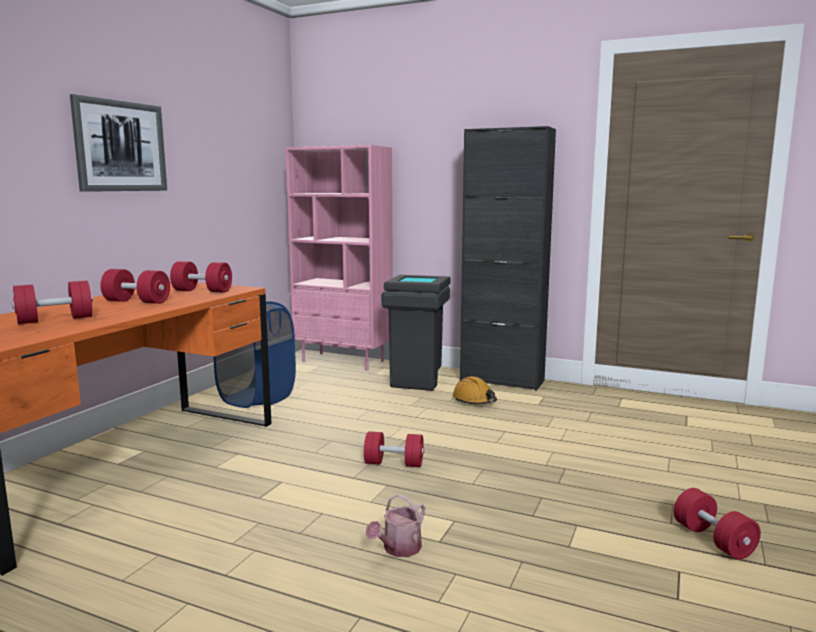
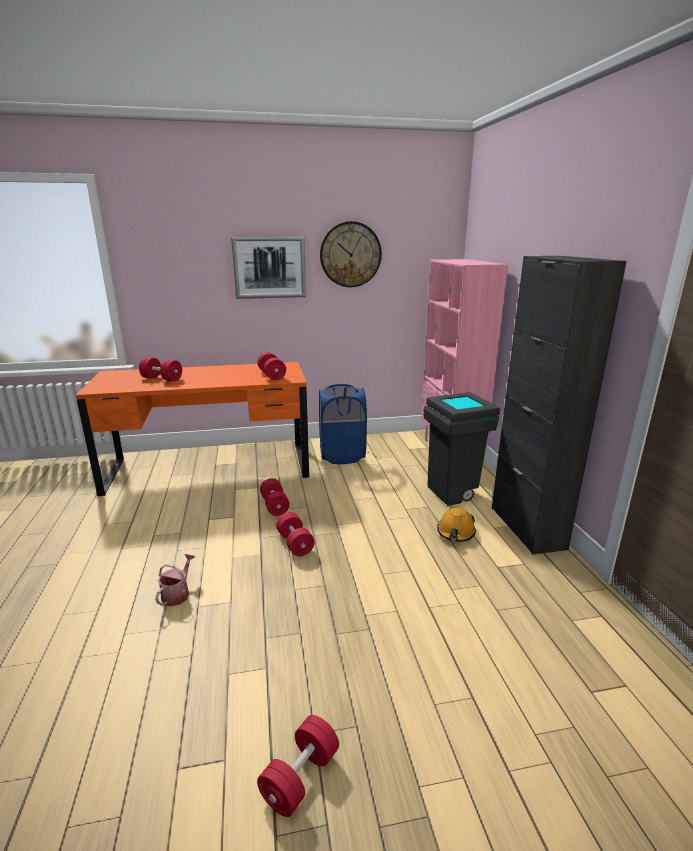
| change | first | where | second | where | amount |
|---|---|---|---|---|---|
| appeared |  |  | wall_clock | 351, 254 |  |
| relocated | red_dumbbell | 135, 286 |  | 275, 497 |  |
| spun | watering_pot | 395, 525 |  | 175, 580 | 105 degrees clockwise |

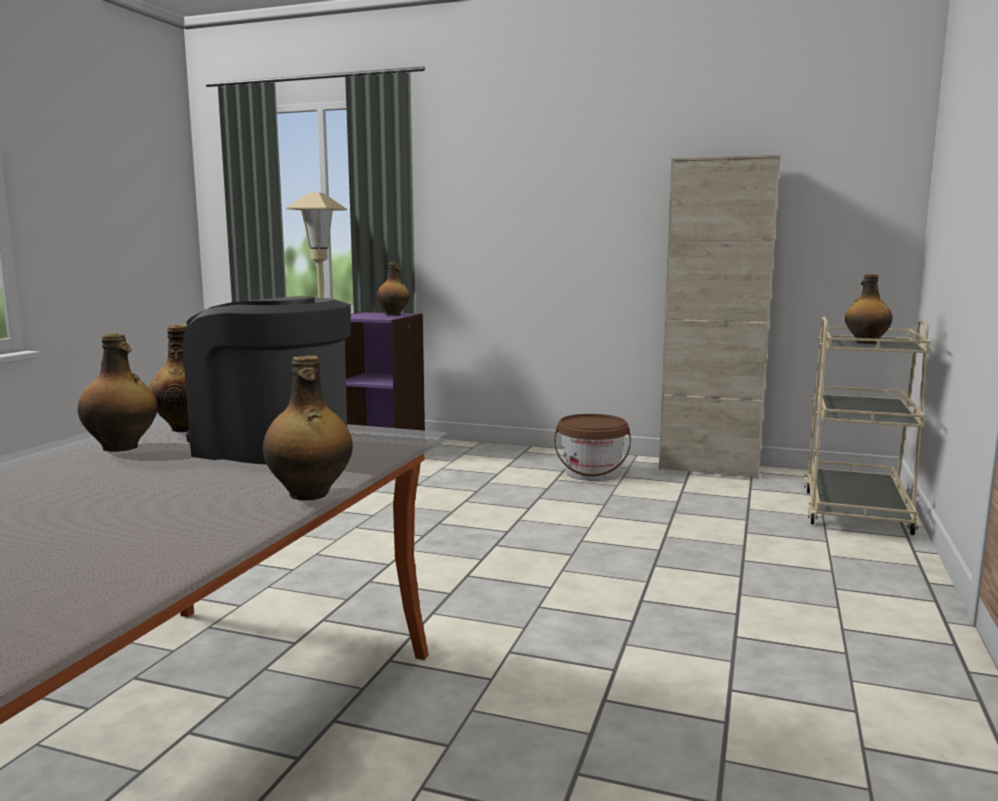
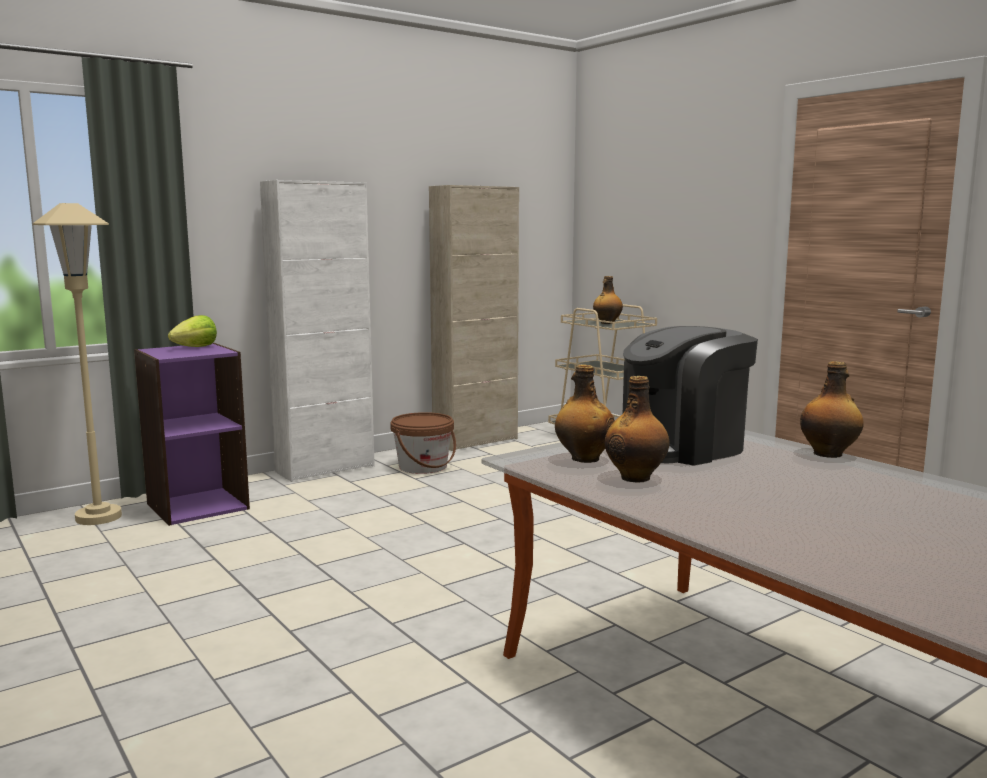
| change | first | where | second | where | amount |
|---|---|---|---|---|---|
| appeared |  |  | white_cupboard | 317, 331 |  |
| exchanged | bottle | 393, 288 | lettuce_head | 192, 331 |  |

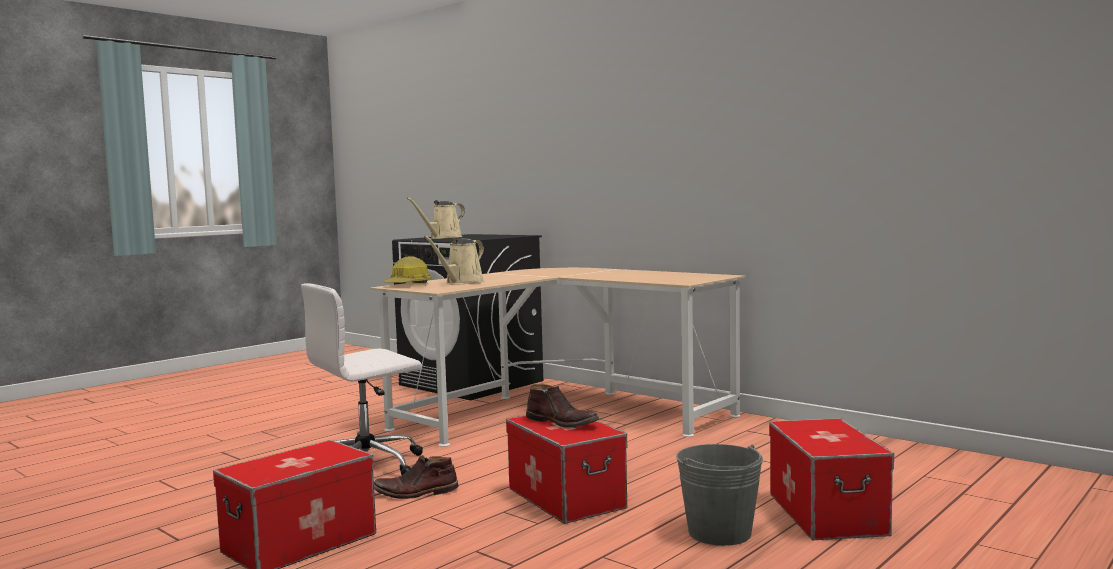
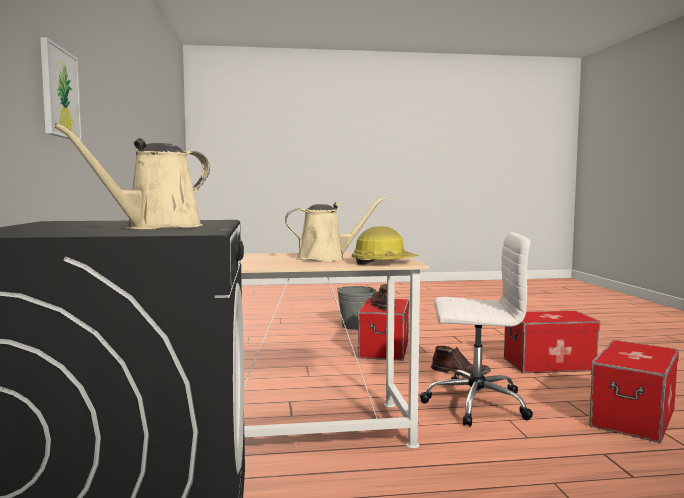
| change | first | where | second | where | amount |
|---|---|---|---|---|---|
| appeared |  |  | wall_art | 61, 89 |  |
| relocated | storage_bin | 831, 479 |  | 634, 391 |  |
| spun | beige_watering_pot | 436, 218 |  | 132, 176 | 135 degrees clockwise |

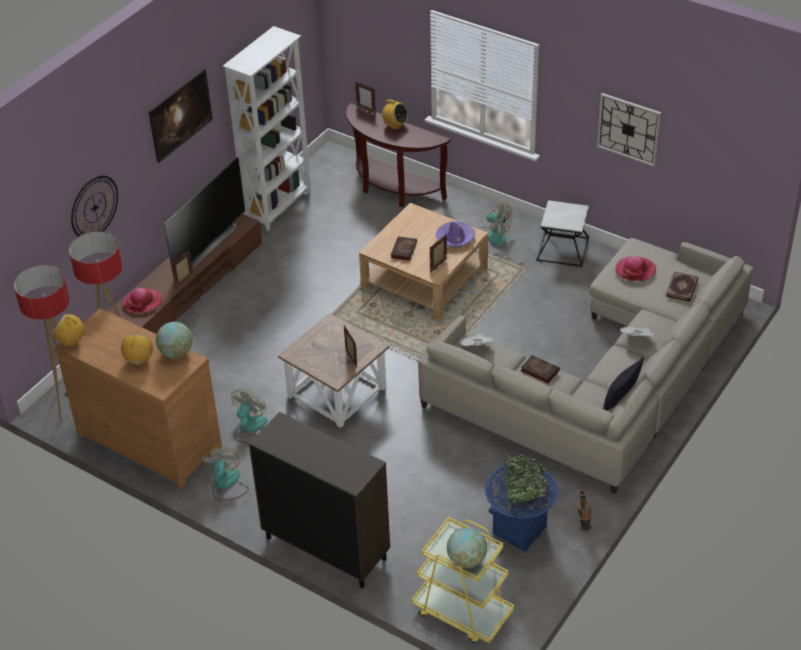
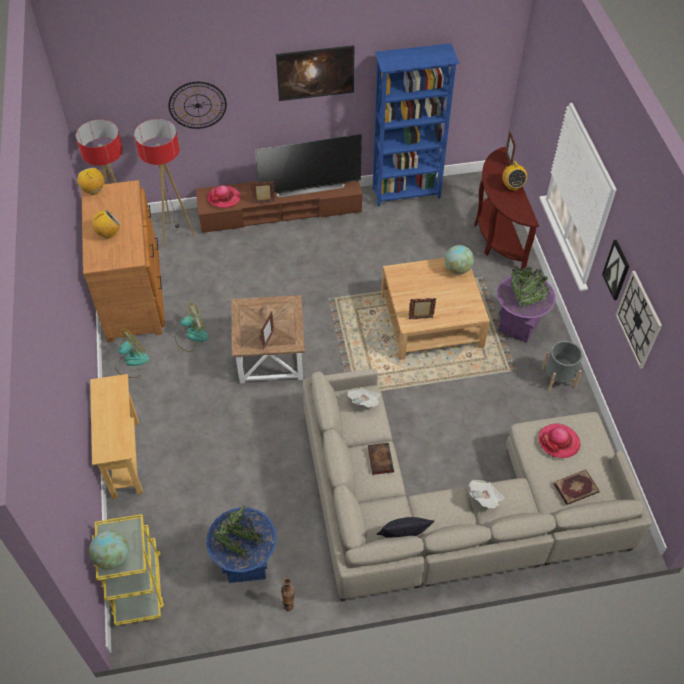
| change | first | where | second | where | amount |
|---|---|---|---|---|---|
| missing | bound_book | 404, 248 |  |  |  |
| missing | purplish_clothing_hat | 455, 234 |  |  |  |
| appeared |  |  | wall_art | 615, 270 |  |
| relocated | world_globe | 174, 340 |  | 459, 259 |  |
| exchanged | brownish_cupboard | 319, 500 | beige_hall_table | 116, 436 |  |
| exchanged | electric_fan | 497, 224 | purplish_plant_pot | 526, 305 |  |
| exchanged | side_table | 562, 233 | grey_plant_pot | 562, 365 |  |
| colour | white_bookshelf | 267, 128 | bluish_bookshelf | 416, 125 |  |

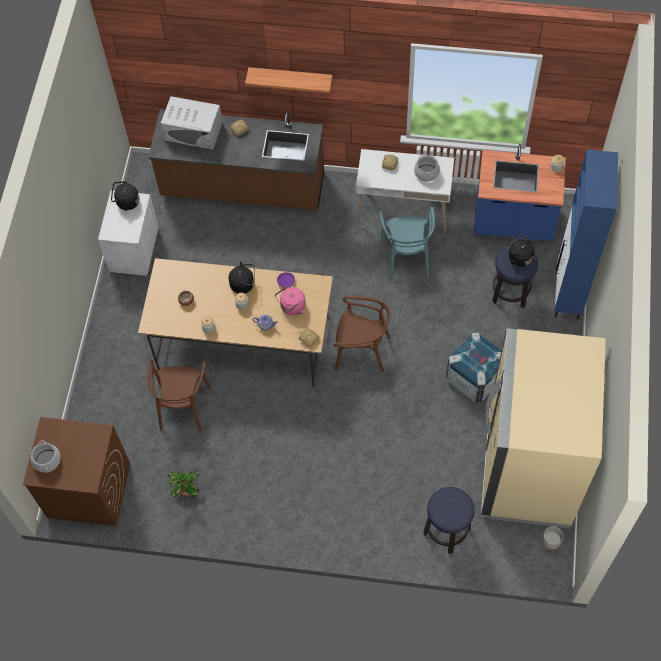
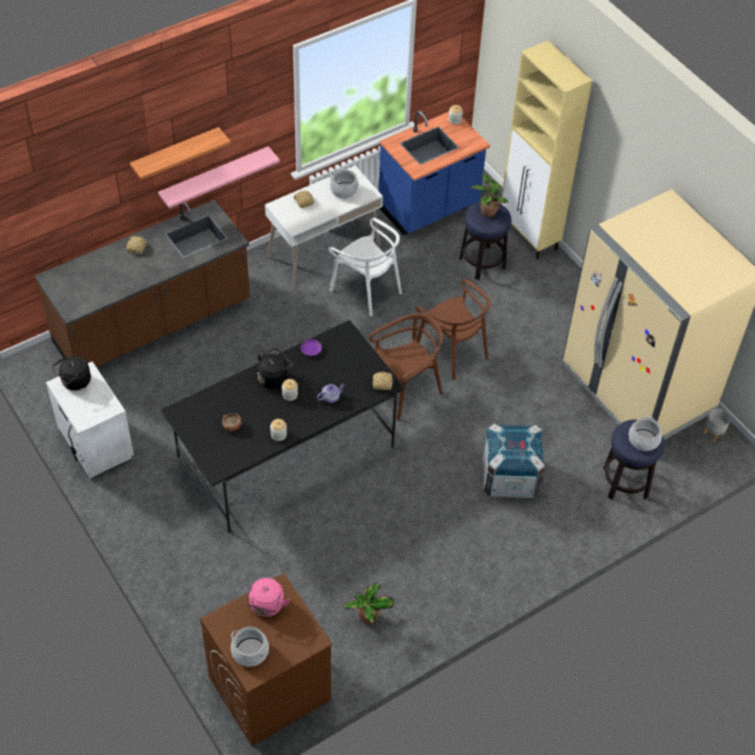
| change | first | where | second | where | amount |
|---|---|---|---|---|---|
| missing | white_microwave_oven | 192, 122 |  |  |  |
| appeared |  |  | pink_shelf | 219, 177 |  |
| appeared |  |  | cooking_pot | 645, 433 |  |
| relocated | brownish_plain_chair | 179, 395 |  | 453, 329 |  |
| relocated | pink_kettle | 290, 301 |  | 267, 597 |  |
| relocated | crate | 474, 367 |  | 514, 461 |  |
| exchanged | black_kettle | 520, 250 | houseplant | 489, 195 |  |
| colour | beige_kitchen_table | 235, 322 | black_kitchen_table | 283, 426 |  |
| colour | turquoise_plain_chair | 407, 243 | white_plain_chair | 365, 267 |  |
| colour | bluish_cupboard | 586, 234 | beige_cupboard | 546, 149 |  |

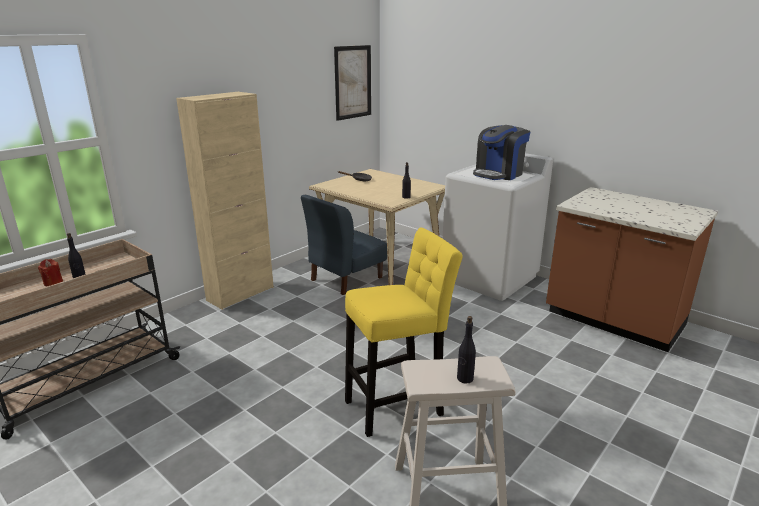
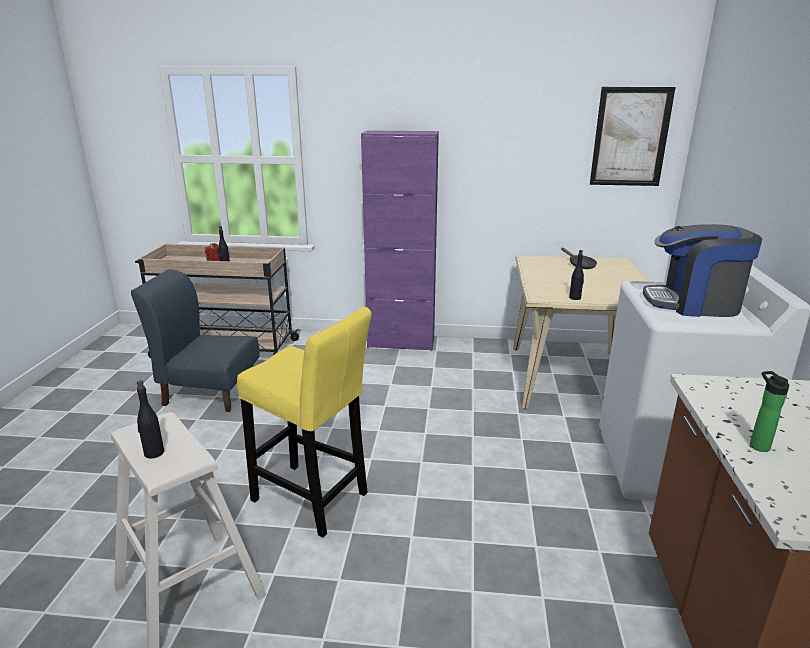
| change | first | where | second | where | amount |
|---|---|---|---|---|---|
| appeared |  |  | bottle | 769, 411 |  |
| relocated | bluish_plain_chair | 344, 245 |  | 195, 340 |  |
| colour | beige_cupboard | 225, 201 | purplish_cupboard | 400, 240 |  |

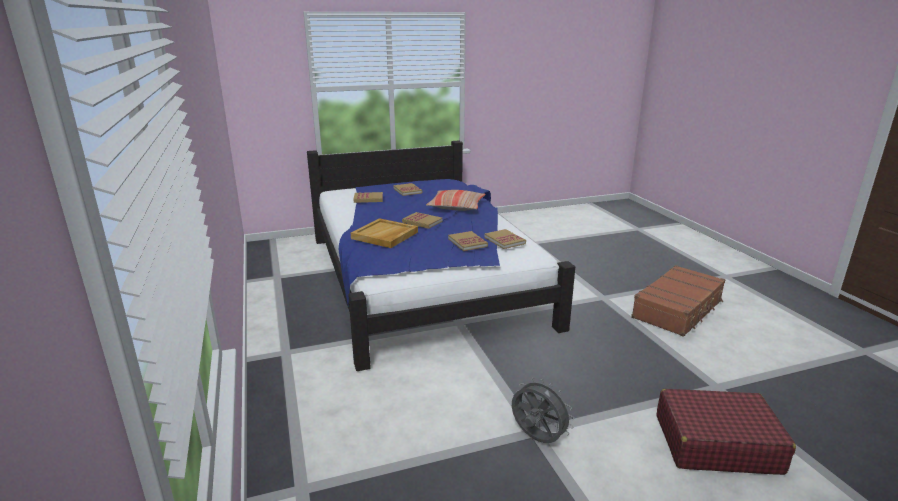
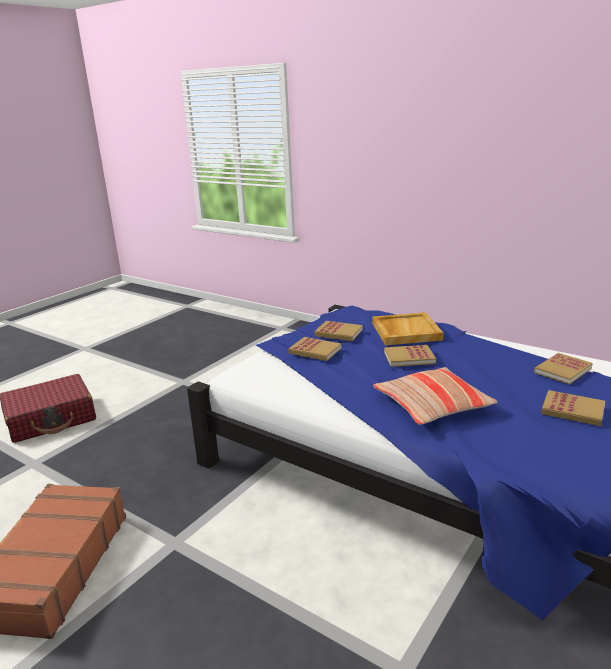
| change | first | where | second | where | amount |
|---|---|---|---|---|---|
| missing | grey_electric_fan | 543, 410 |  |  |  |
| relocated | bound_book | 505, 239 |  | 338, 331 |  |

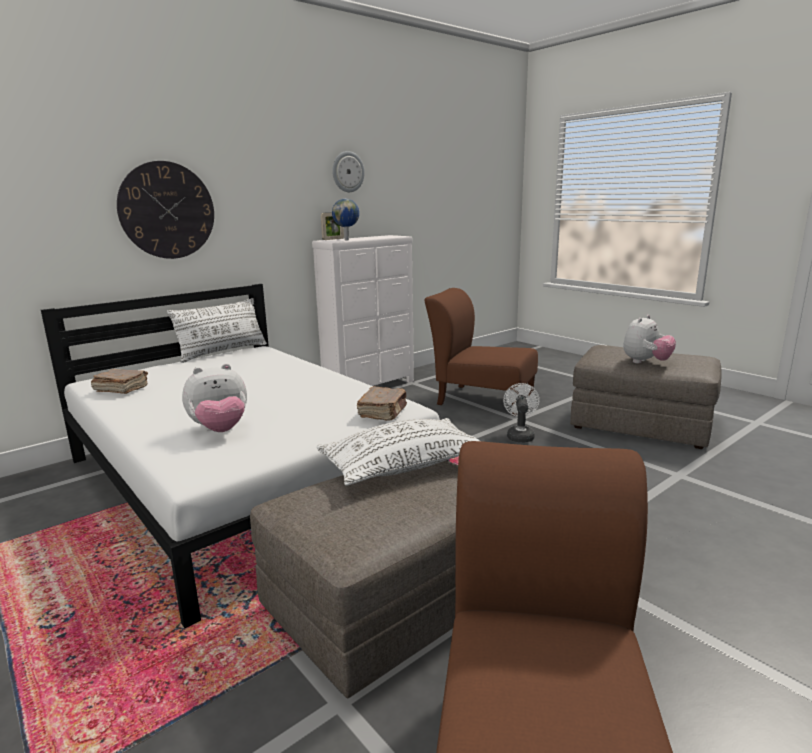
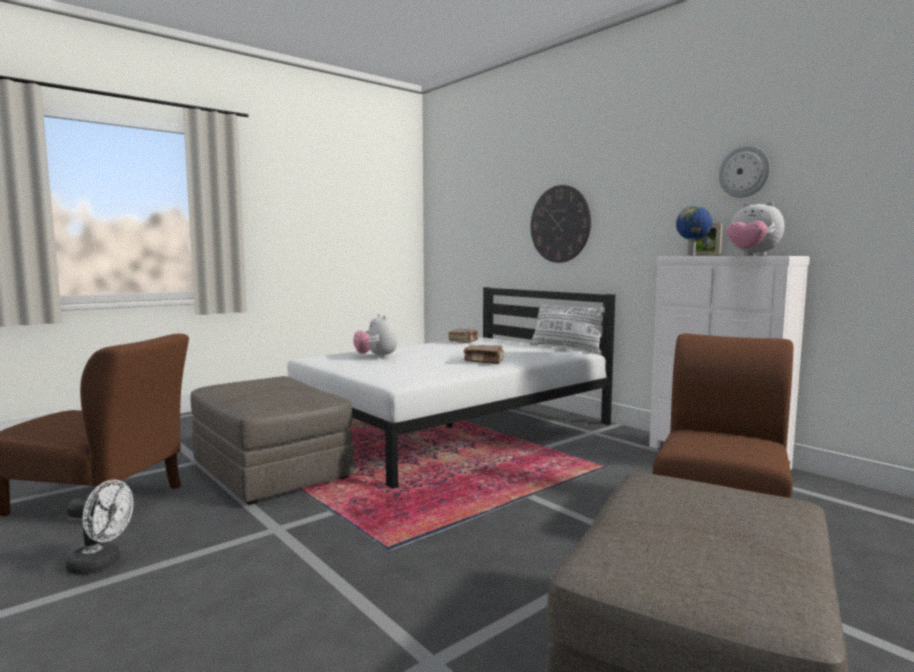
| change | first | where | second | where | amount |
|---|---|---|---|---|---|
| missing | white_cushion | 398, 452 |  |  |  |
| relocated | brownish_bound_book | 382, 403 |  | 484, 354 |  |
| relocated | white_electric_fan | 521, 412 |  | 100, 527 |  |
| relocated | cuddly_toy | 649, 339 |  | 755, 228 |  |

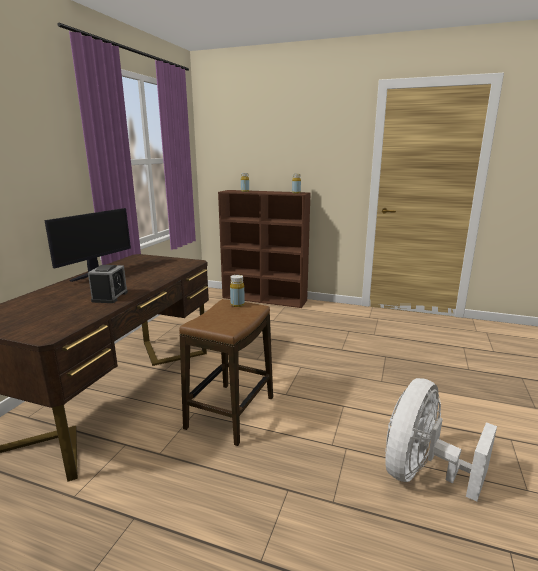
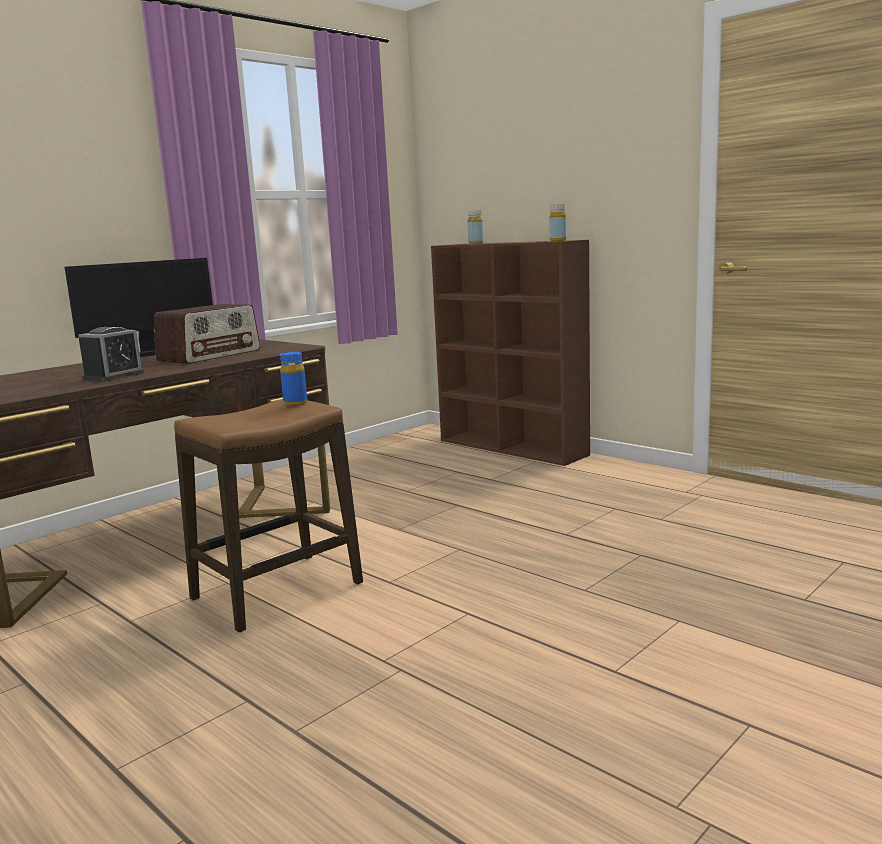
| change | first | where | second | where | amount |
|---|---|---|---|---|---|
| missing | white_electric_fan | 441, 440 |  |  |  |
| appeared |  |  | radio | 207, 334 |  |
| colour | yellow_bottle | 237, 291 | bluish_bottle | 293, 379 |  |

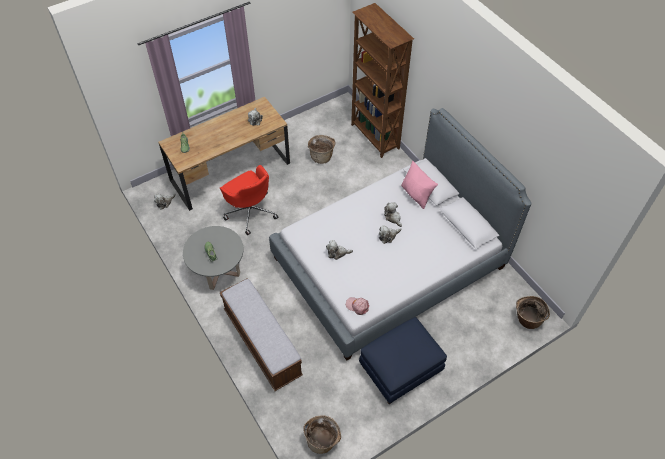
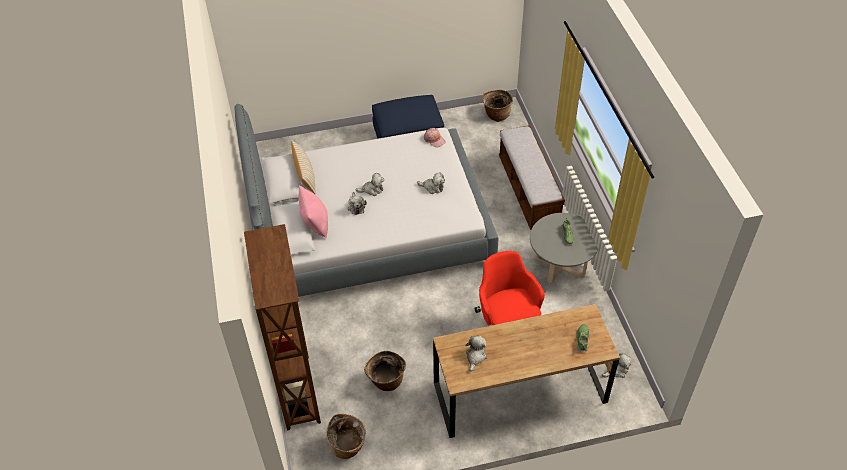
| change | first | where | second | where | amount |
|---|---|---|---|---|---|
| appeared |  |  | beige_cushion | 303, 167 |  |
| relocated | household_basket | 533, 312 |  | 346, 436 |  |

